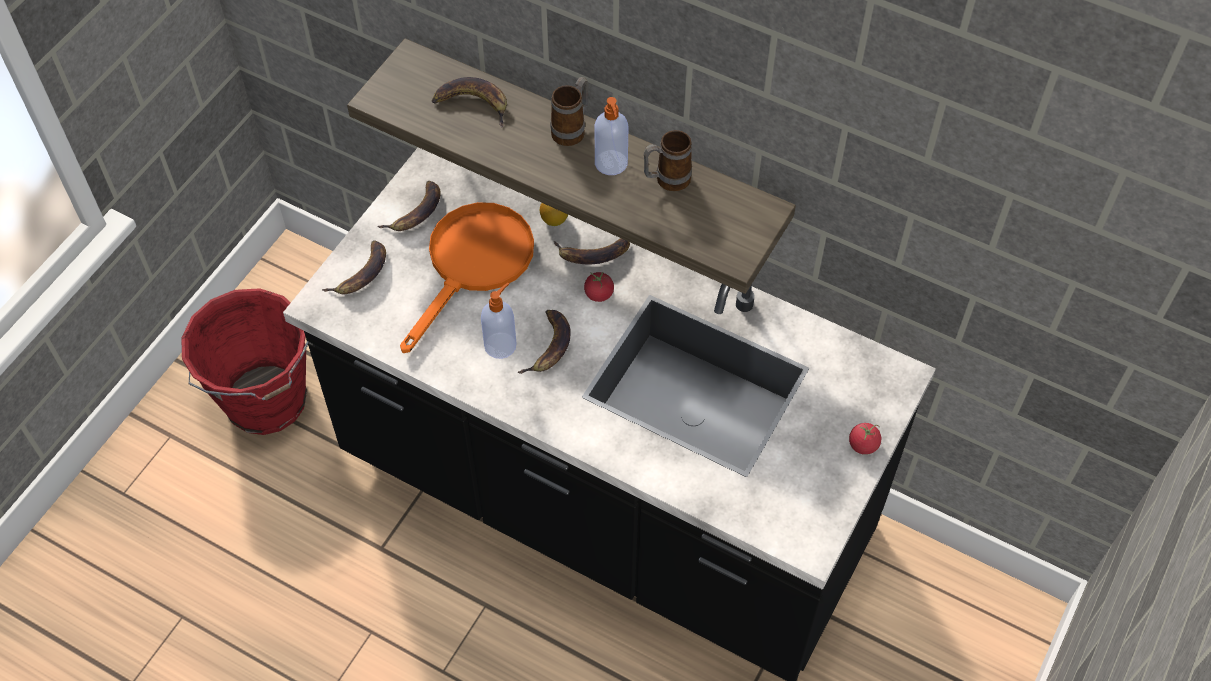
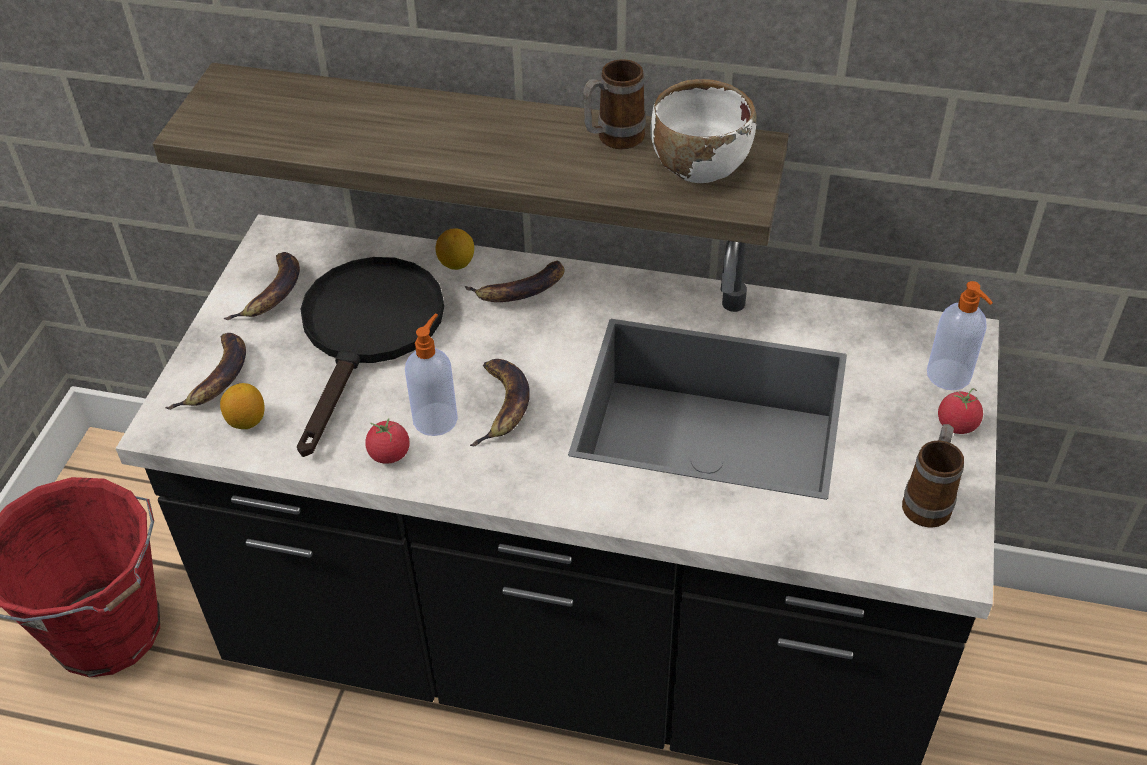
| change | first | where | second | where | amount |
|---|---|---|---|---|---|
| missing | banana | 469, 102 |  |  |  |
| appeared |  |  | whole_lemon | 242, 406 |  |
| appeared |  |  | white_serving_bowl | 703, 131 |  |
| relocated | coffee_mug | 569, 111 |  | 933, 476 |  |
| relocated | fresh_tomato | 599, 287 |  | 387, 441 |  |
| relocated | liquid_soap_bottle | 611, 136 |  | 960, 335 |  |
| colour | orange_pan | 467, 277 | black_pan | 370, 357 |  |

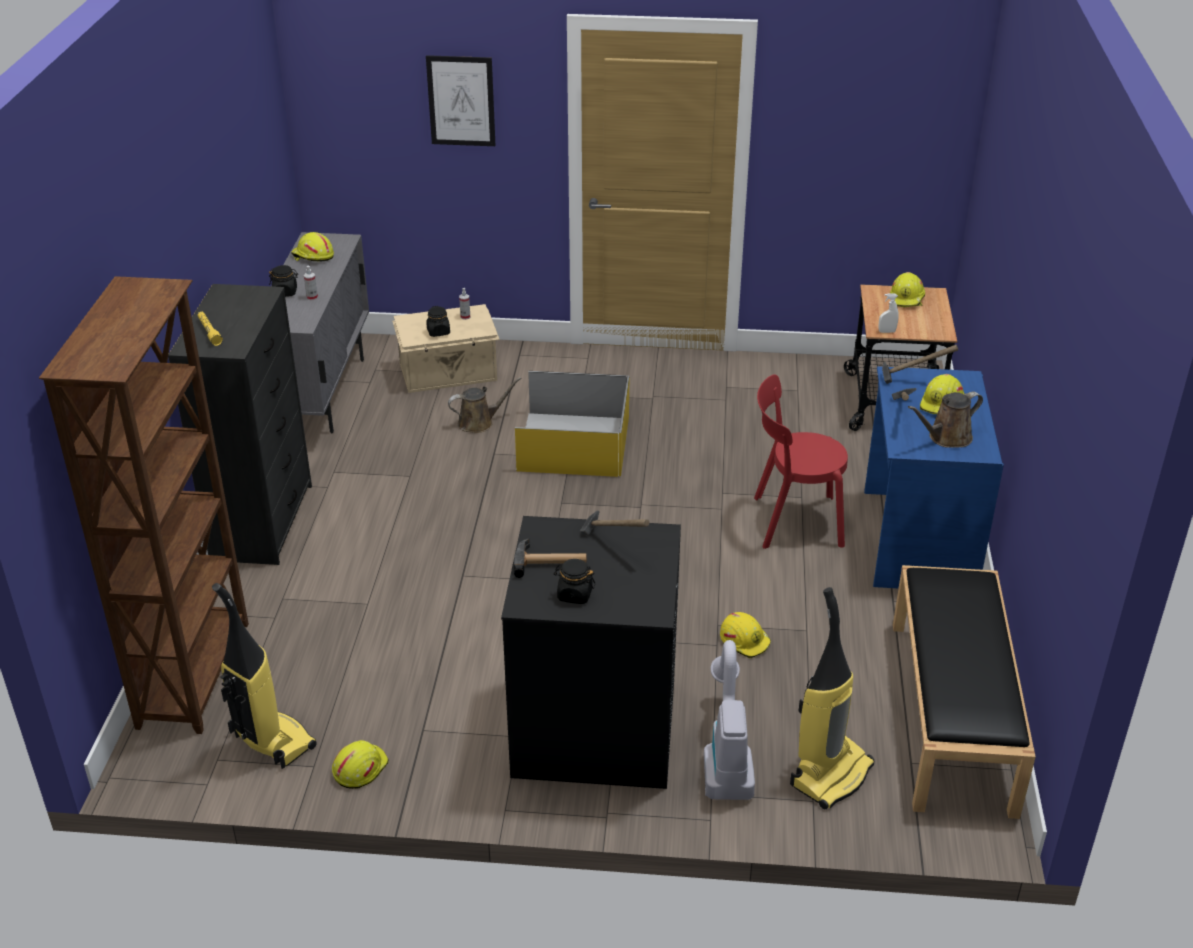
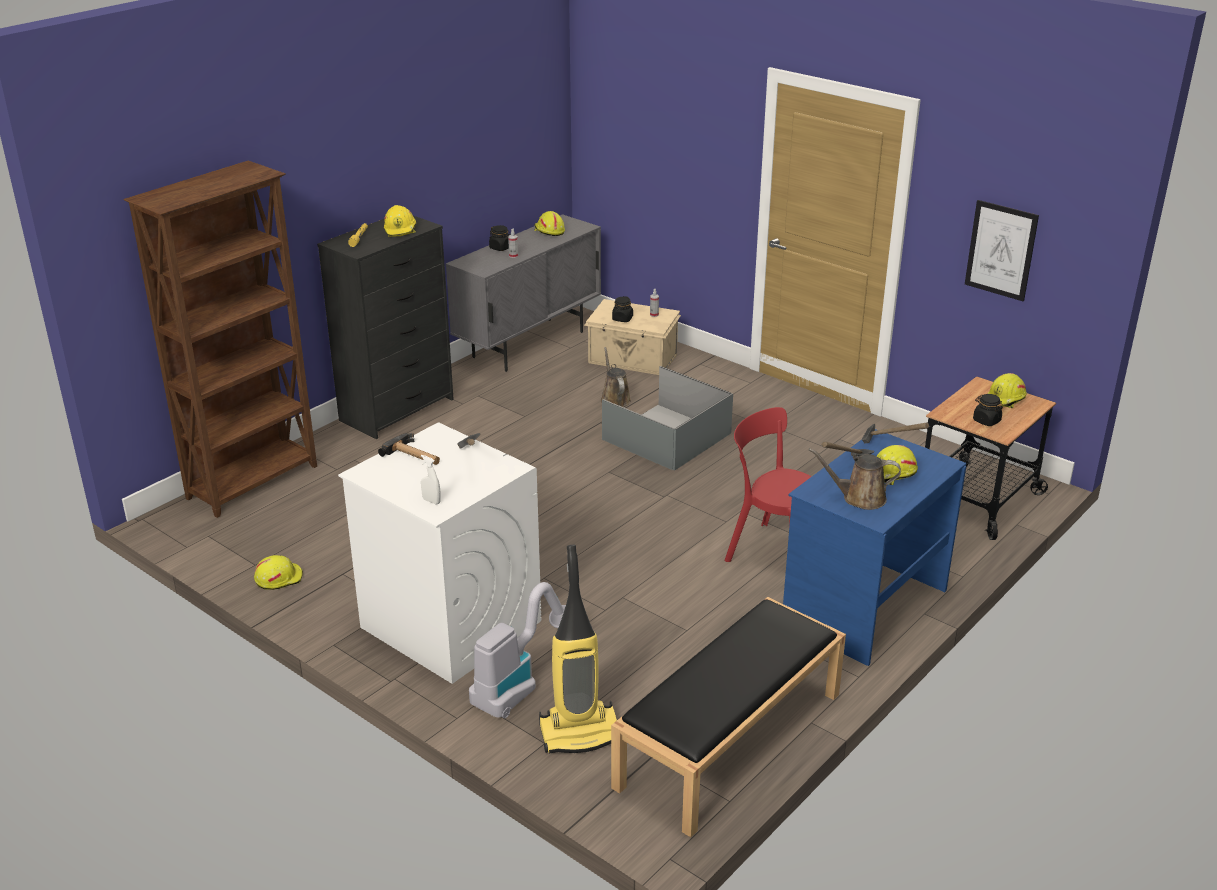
| change | first | where | second | where | amount |
|---|---|---|---|---|---|
| missing | vacuum_cleaner | 264, 676 |  |  |  |
| relocated | wall_art | 460, 100 |  | 1002, 250 |  |
| relocated | black_storage_jar | 574, 581 |  | 988, 410 |  |
| relocated | yellow_work_helmet | 745, 635 |  | 400, 221 |  |
| relocated | white_sprayer | 888, 313 |  | 431, 480 |  |
| colour | black_laundry_machine | 591, 652 | white_laundry_machine | 439, 553 |  |
| colour | yellow_storage_bin | 572, 424 | grey_storage_bin | 667, 418 |  |
| spun | brownish_watering_pot | 485, 405 |  | 616, 377 | 120 degrees counterclockwise |

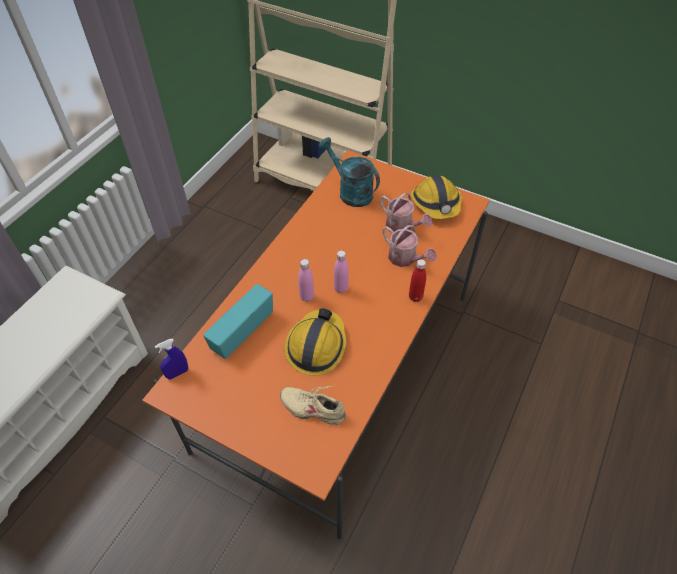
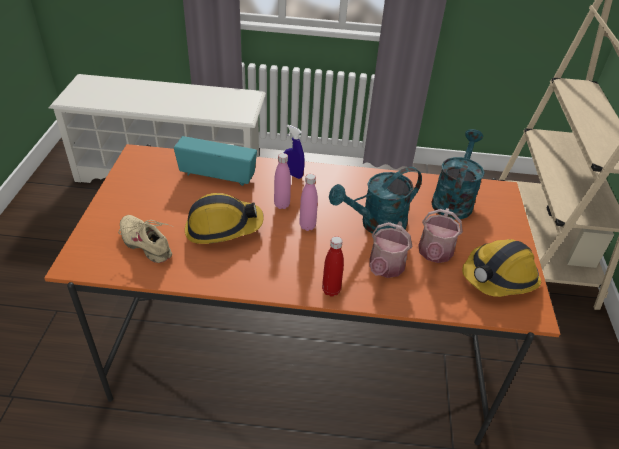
| change | first | where | second | where | amount |
|---|---|---|---|---|---|
| appeared |  |  | turquoise_watering_pot | 375, 200 |  |
| relocated | bluish_sprayer | 171, 359 |  | 294, 151 |  |
| spun | beige_item_of_footwear | 313, 405 |  | 146, 239 | 45 degrees counterclockwise |

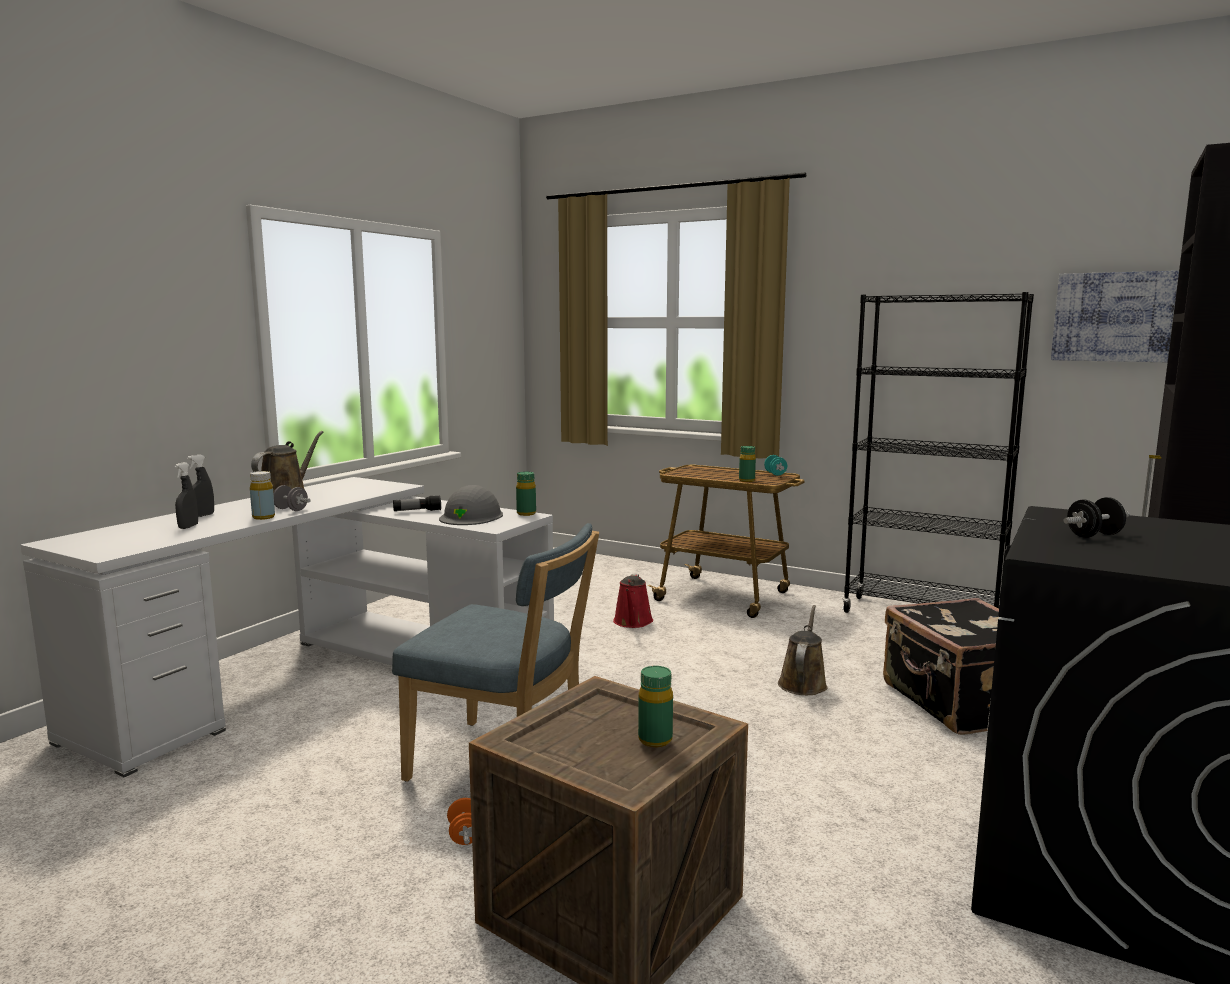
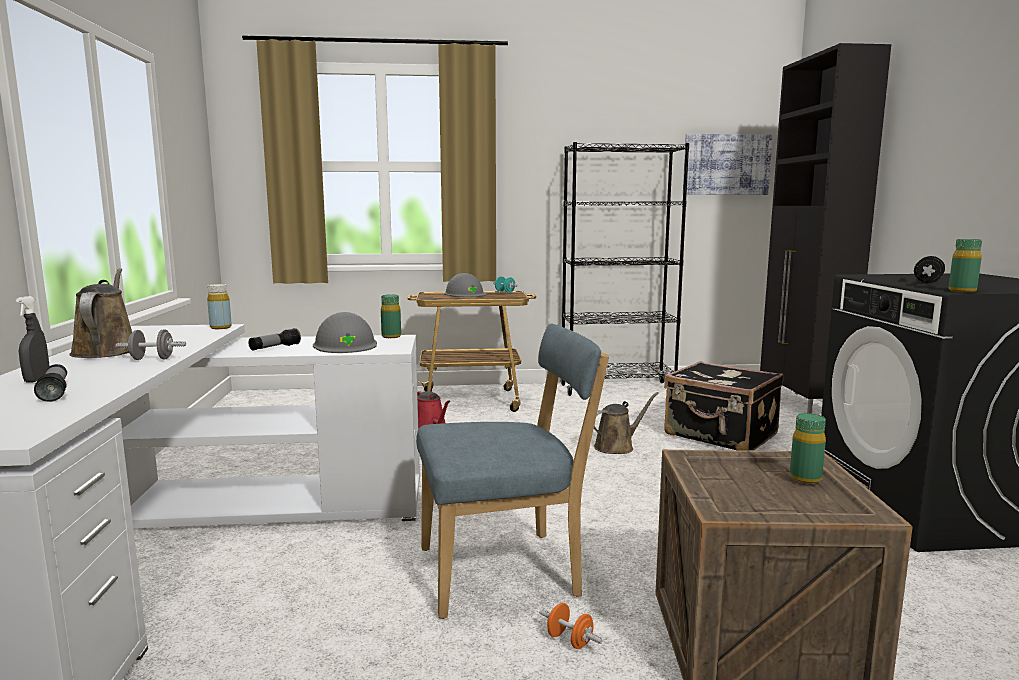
| change | first | where | second | where | amount |
|---|---|---|---|---|---|
| appeared |  |  | grey_work_helmet | 465, 285 |  |
| relocated | yellow_bottle | 262, 495 |  | 219, 306 |  |
| relocated | green_bottle | 747, 464 |  | 965, 266 |  |
| exchanged | grey_sprayer | 186, 495 | flashlight | 50, 383 |  |
| spun | brownish_watering_pot | 803, 650 |  | 626, 423 | 75 degrees clockwise |

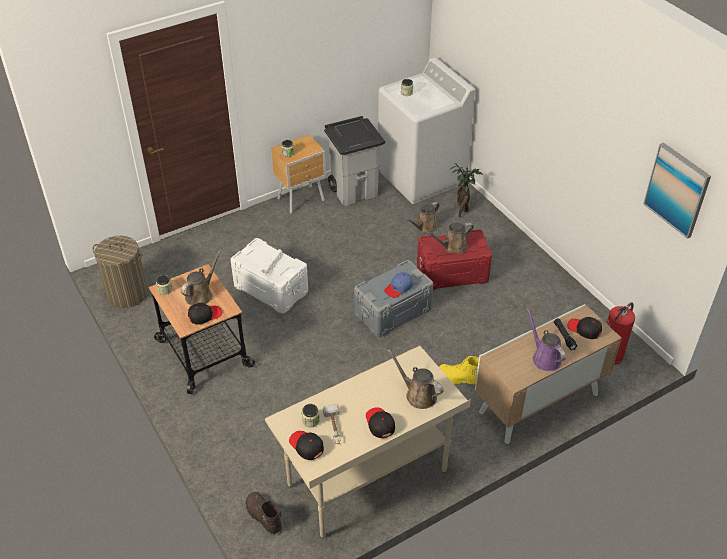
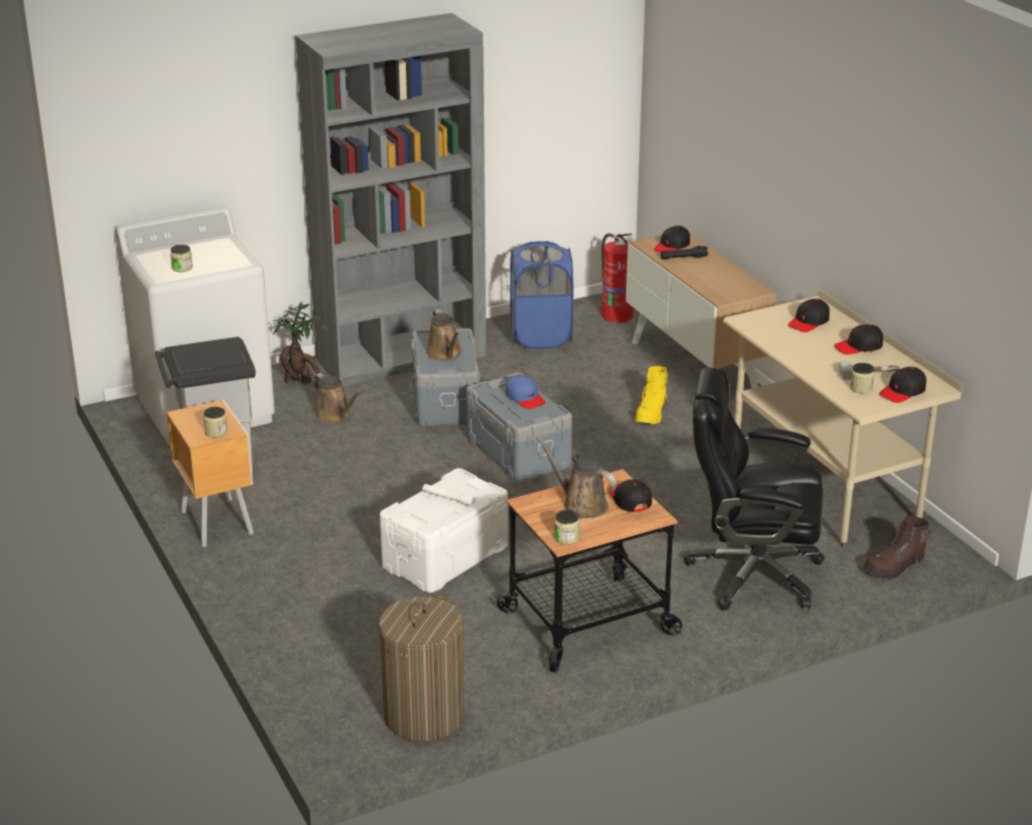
| change | first | where | second | where | amount |
|---|---|---|---|---|---|
| missing | purplish_watering_pot | 546, 339 |  |  |  |
| missing | wall_art | 677, 190 |  |  |  |
| appeared |  |  | grey_bookshelf | 390, 200 |  |
| appeared |  |  | bluish_hamper | 541, 295 |  |
| appeared |  |  | black_computer_chair | 754, 489 |  |
| exchanged | brownish_watering_pot | 416, 379 | black_baseball_cap | 809, 315 |  |
| colour | red_storage_bin | 454, 259 | grey_storage_bin | 445, 377 |  |

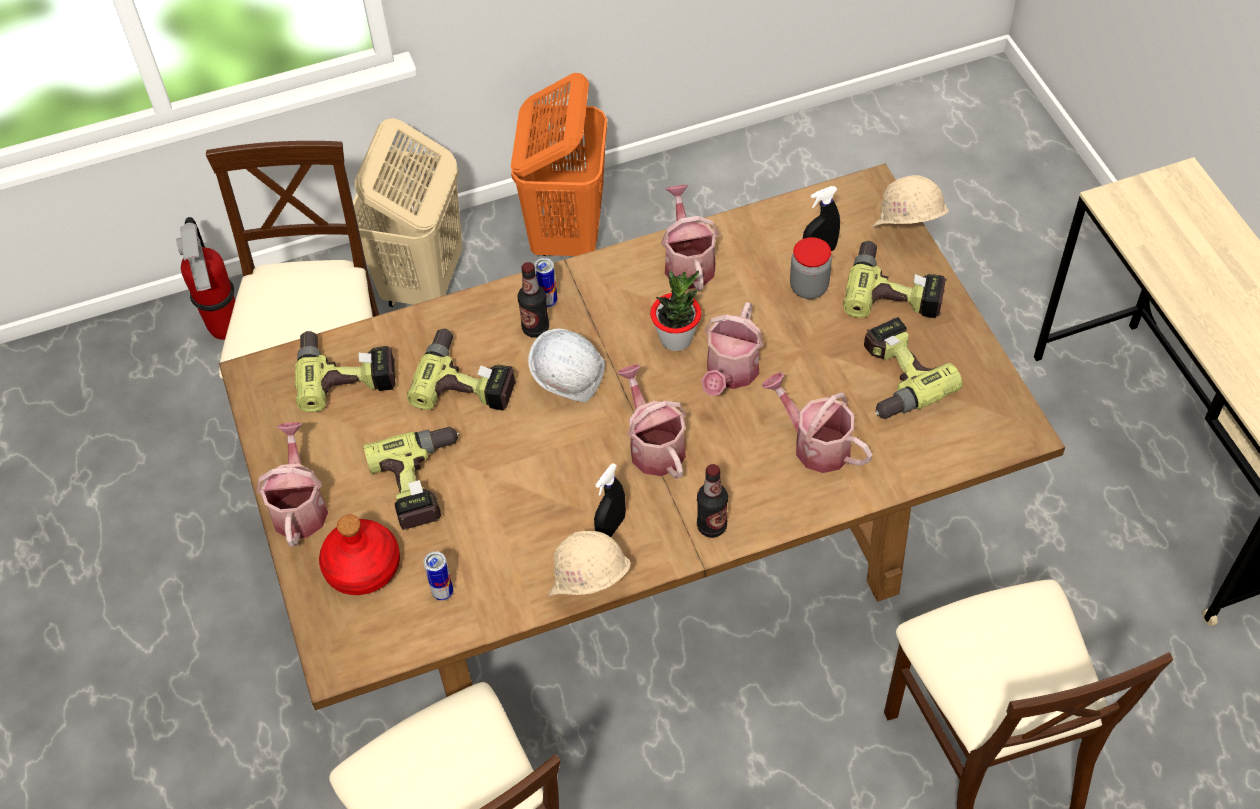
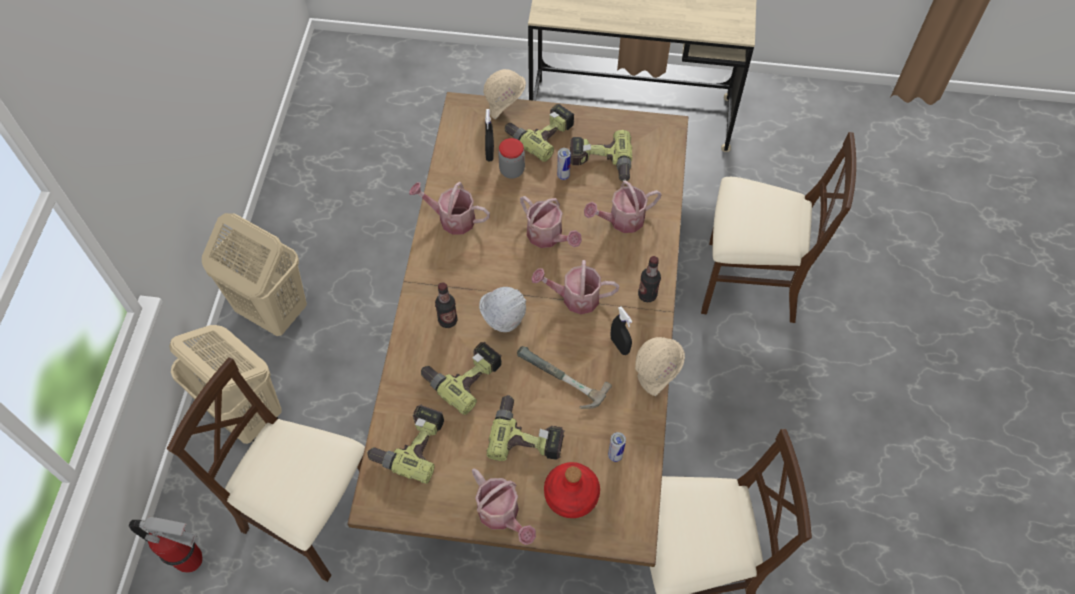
| change | first | where | second | where | amount |
|---|---|---|---|---|---|
| missing | houseplant | 675, 311 |  |  |  |
| appeared |  |  | hammer | 564, 377 |  |
| relocated | can | 546, 282 |  | 564, 164 |  |
| colour | orange_hamper | 559, 164 | beige_hamper | 254, 274 |  |
| spun | watering_pot | 292, 484 |  | 504, 506 | 150 degrees counterclockwise |

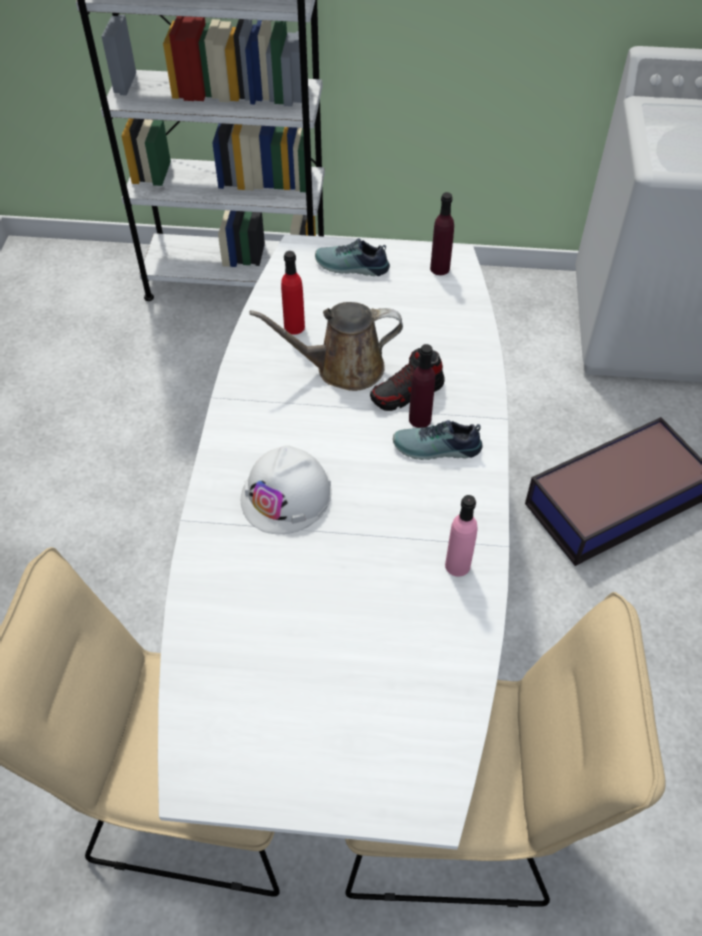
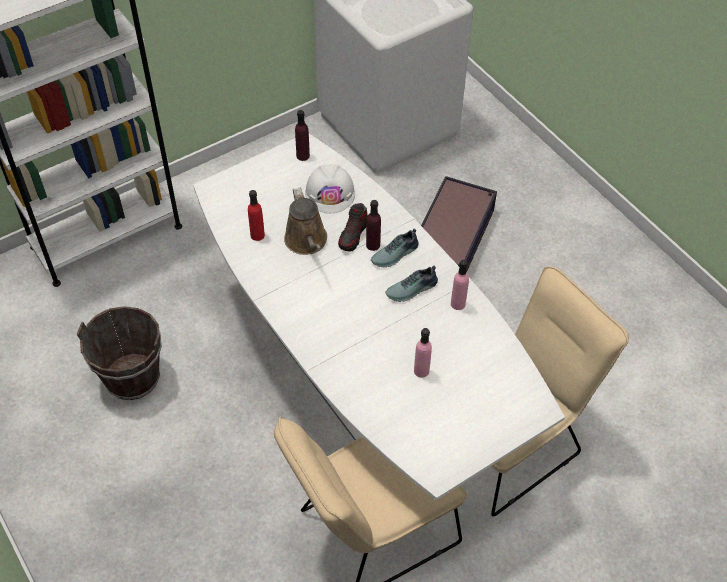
| change | first | where | second | where | amount |
|---|---|---|---|---|---|
| appeared |  |  | brownish_pail | 119, 353 |  |
| appeared |  |  | pink_bottle | 423, 353 |  |
| relocated | white_work_helmet | 286, 489 |  | 330, 189 |  |
| relocated | item_of_footwear | 352, 257 |  | 411, 283 |  |
| spun | brownish_watering_pot | 326, 346 |  | 305, 221 | 60 degrees counterclockwise |

